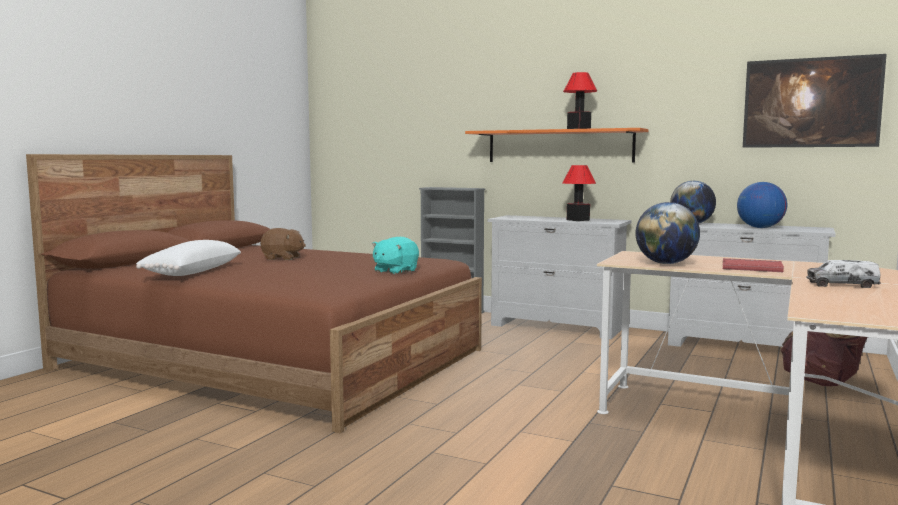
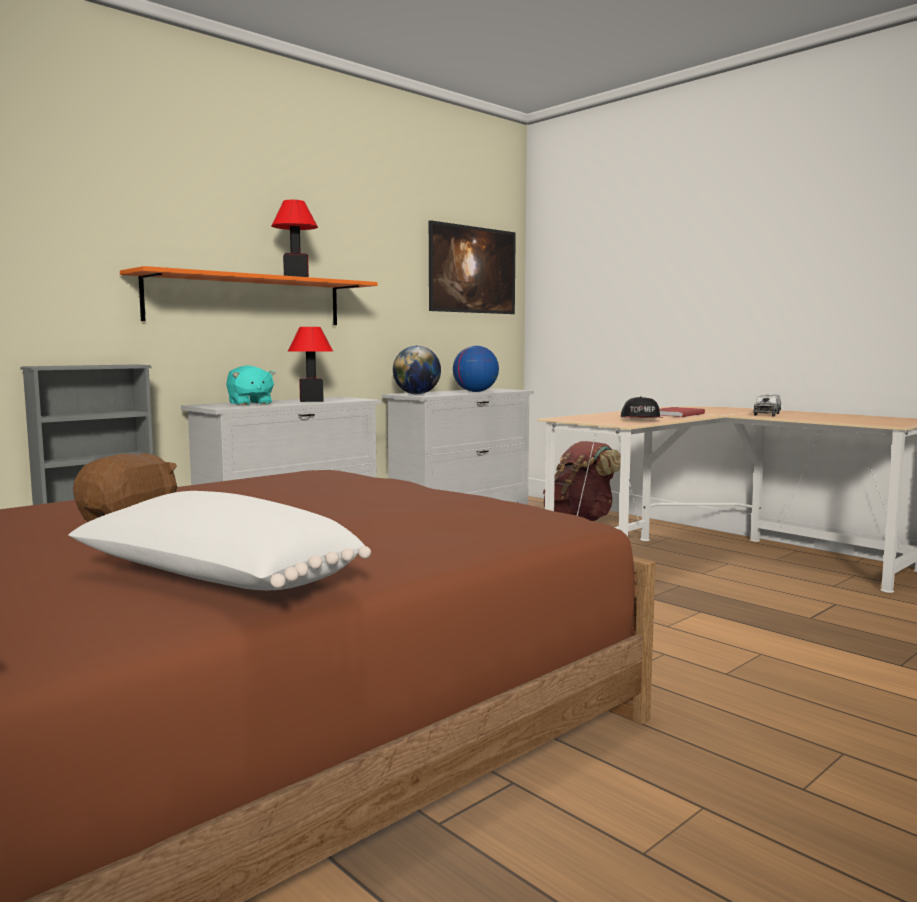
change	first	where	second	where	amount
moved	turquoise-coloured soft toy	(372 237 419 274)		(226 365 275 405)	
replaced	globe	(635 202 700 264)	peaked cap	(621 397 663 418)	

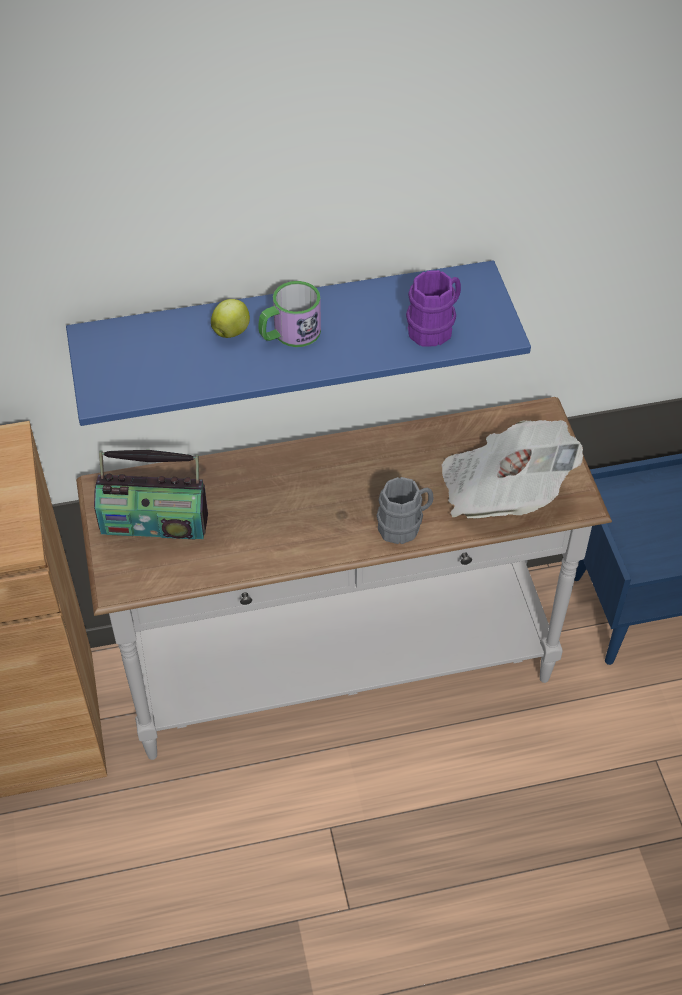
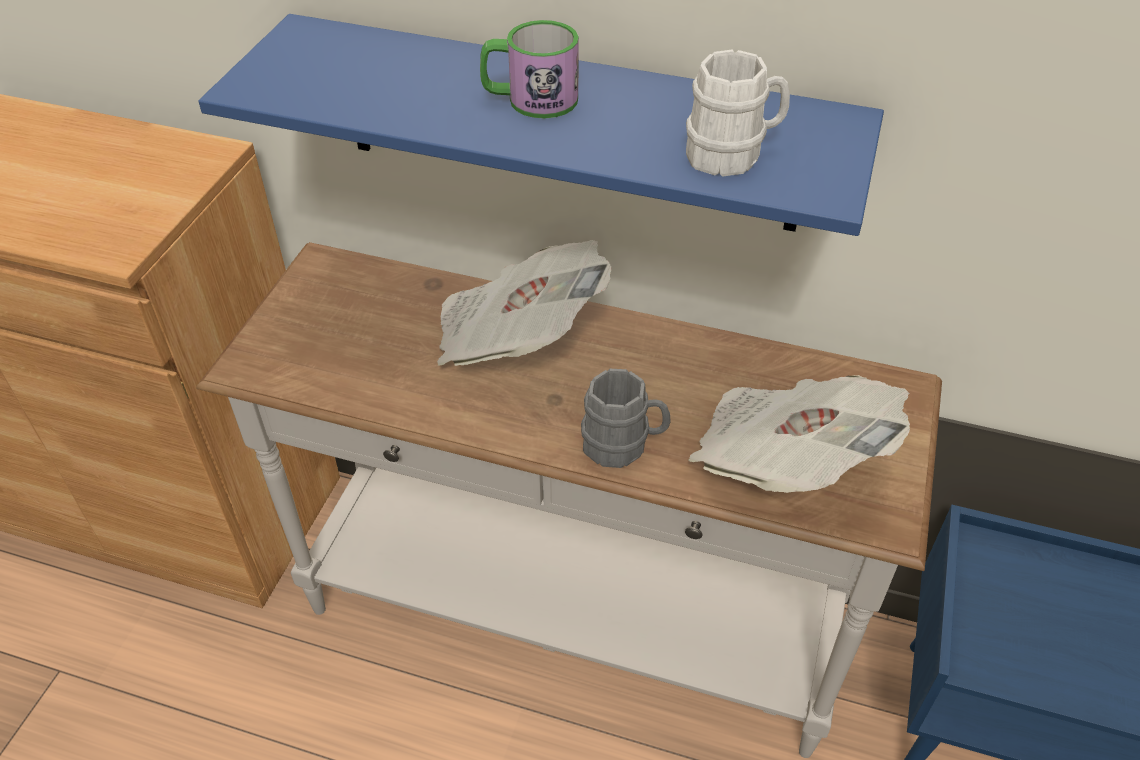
change	first	where	second	where	amount
removed	radio	(94 450 208 539)			
removed	apple fruit	(211 299 250 338)			
added			daily paper	(437 240 611 366)	
recoloured	purple mug	(406 270 461 346)	white-coloured mug	(686 50 790 177)	

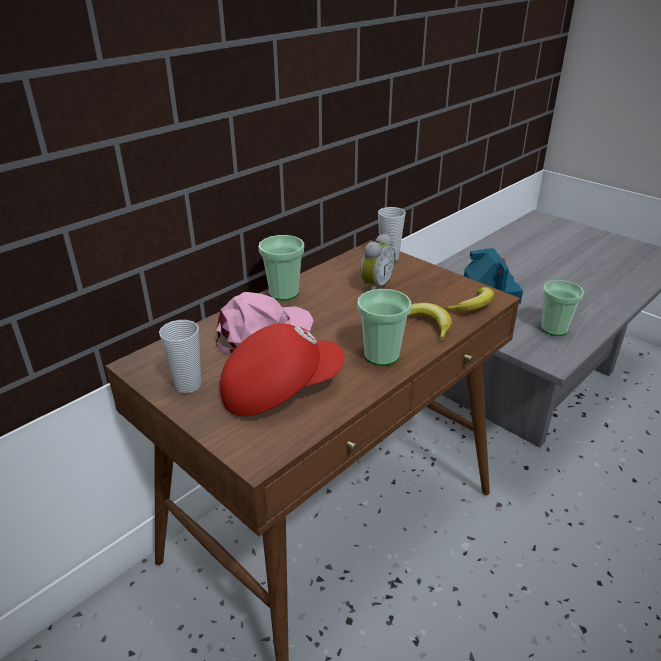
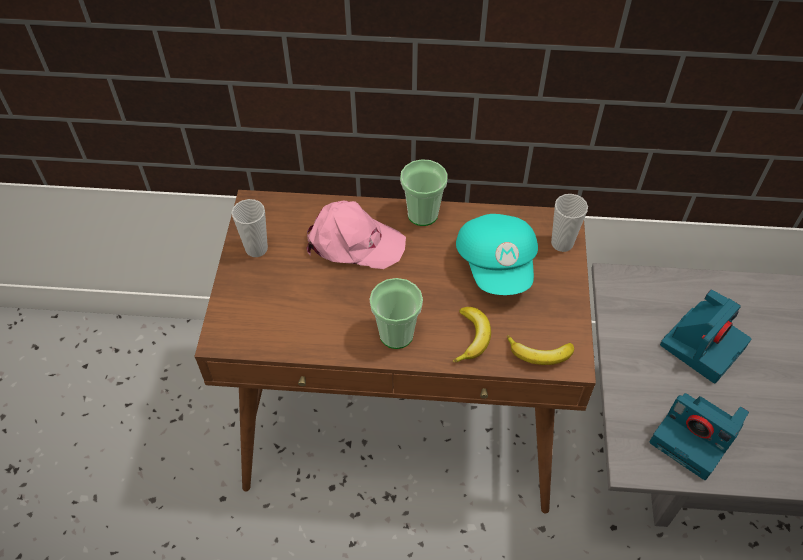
change	first	where	second	where	amount
removed	red-coloured peaked cap	(220 323 344 416)			
replaced	table clock	(360 233 396 290)	turquoise-coloured peaked cap	(456 214 538 295)	
replaced	cup	(541 280 584 336)	still camera	(650 393 749 480)	

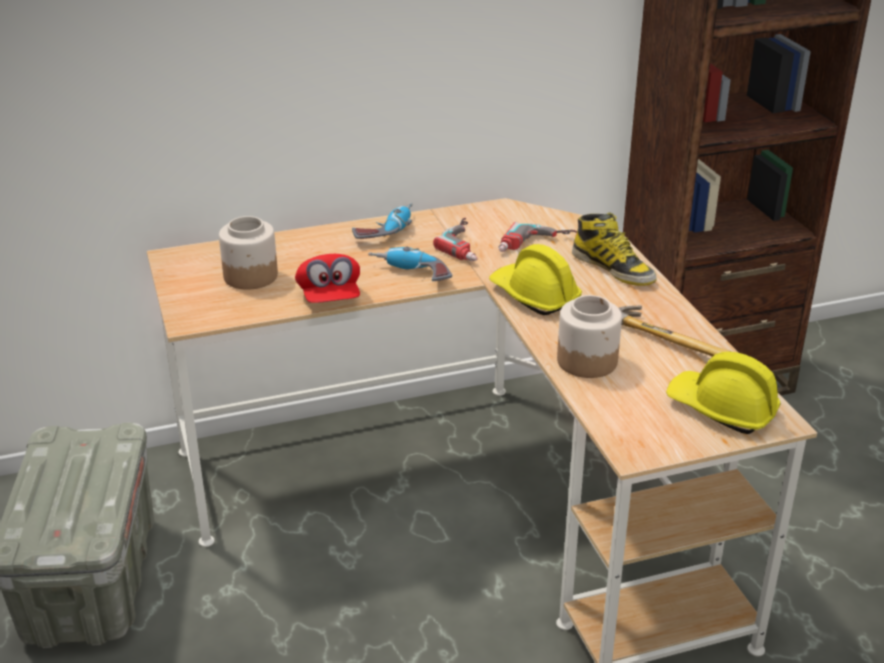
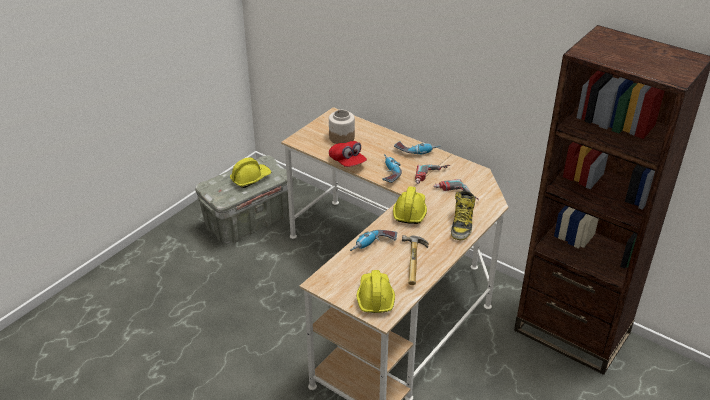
change	first	where	second	where	amount
added			yellow-coloured work helmet	(230 158 271 188)	
replaced	preserve jar	(557 295 622 378)	power drill	(350 230 397 251)	
turned	red-coloured peaked cap	(295 254 360 303)		(329 141 367 167)	75 degrees counterclockwise

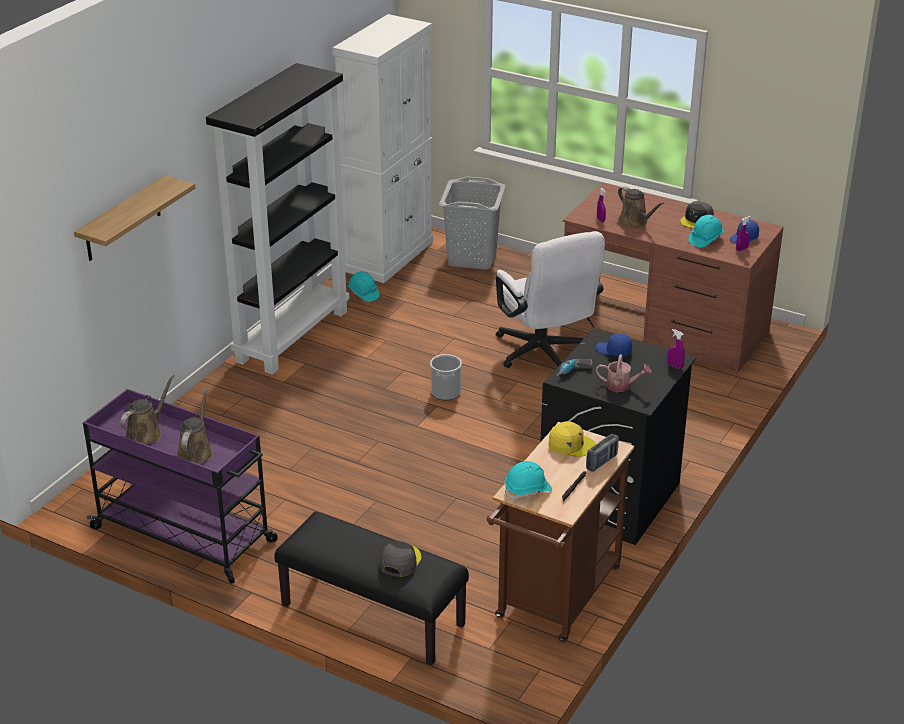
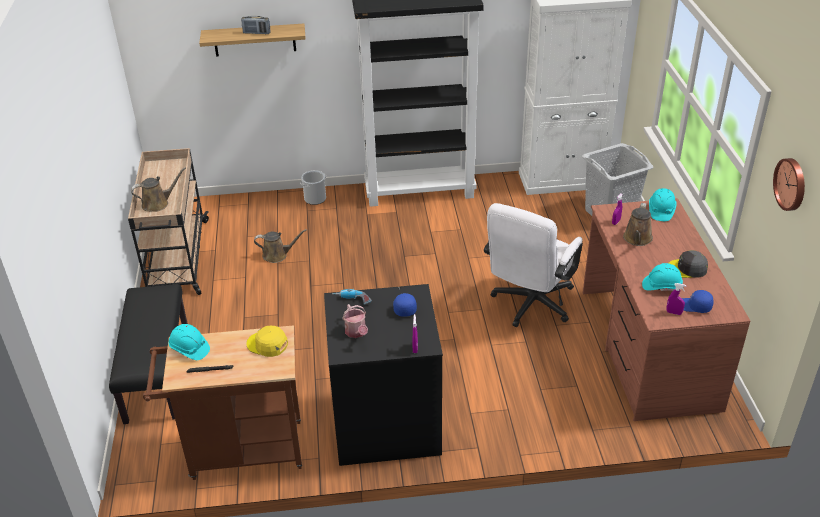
change	first	where	second	where	amount
removed	greyish peaked cap	(380 541 421 577)			
added			wall clock	(773 158 805 211)	
moved	brown sprinkling can	(120 374 175 445)		(254 229 307 263)	
moved	turquoise-coloured work helmet	(348 271 379 302)		(649 188 677 221)	
moved	pail	(430 354 462 400)		(300 170 326 205)	
moved	radio	(586 434 619 472)		(241 16 271 34)	
recoloured	purple cart	(83 389 278 584)	beige-coloured cart	(128 148 209 295)	
turned	yellow-coloured peaked cap	(548 421 596 457)		(246 326 288 357)	135 degrees clockwise

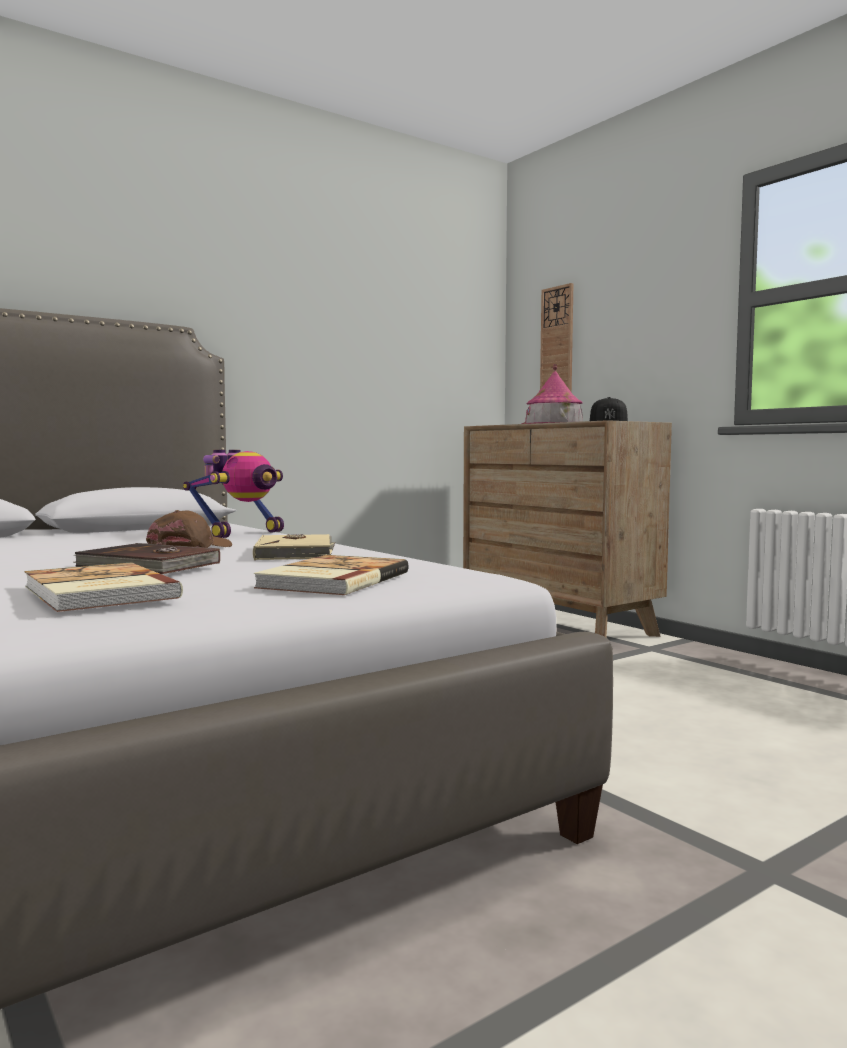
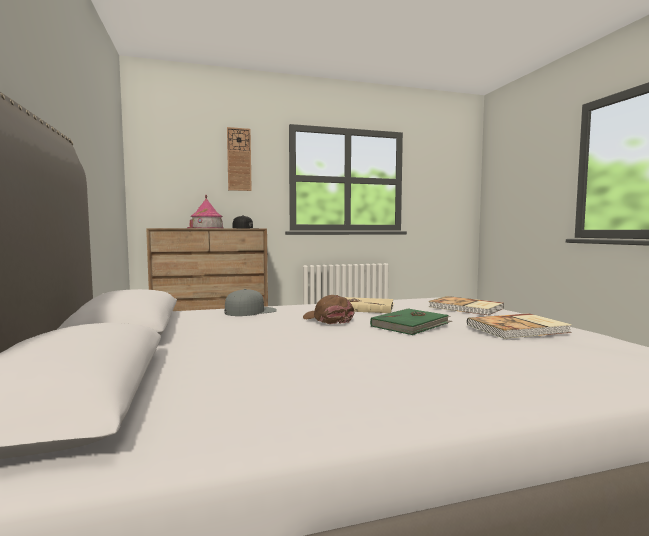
change	first	where	second	where	amount
moved	wall clock	(540 283 573 393)		(227 127 252 191)	
replaced	robot figure	(183 450 284 538)	greyish peaked cap	(224 289 277 316)	
recoloured	brown bound book	(73 543 220 574)	green-coloured bound book	(370 308 452 335)	

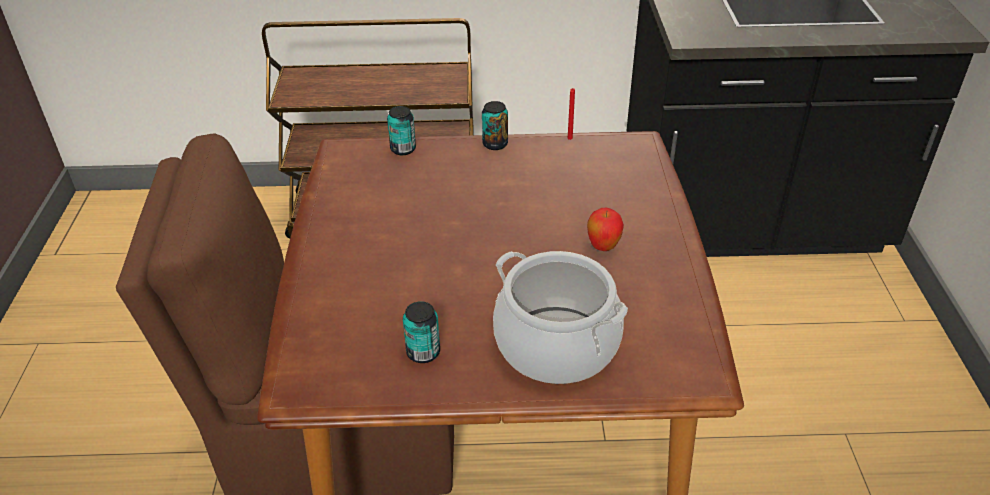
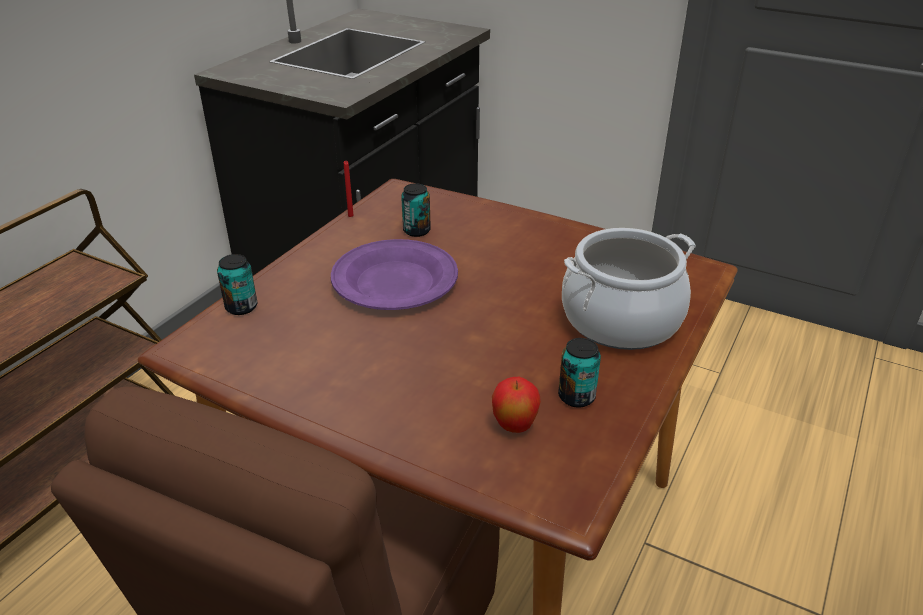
change	first	where	second	where	amount
added			purple plate	(331 239 458 310)	
moved	can	(482 101 508 150)		(401 183 431 237)	
moved	apple fruit	(587 208 624 251)		(492 377 541 433)	

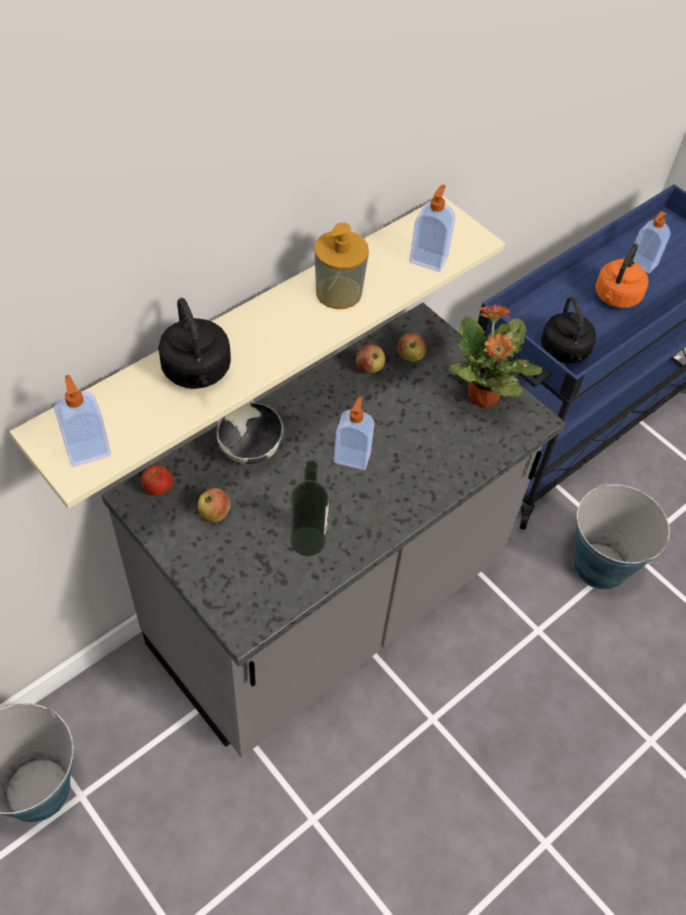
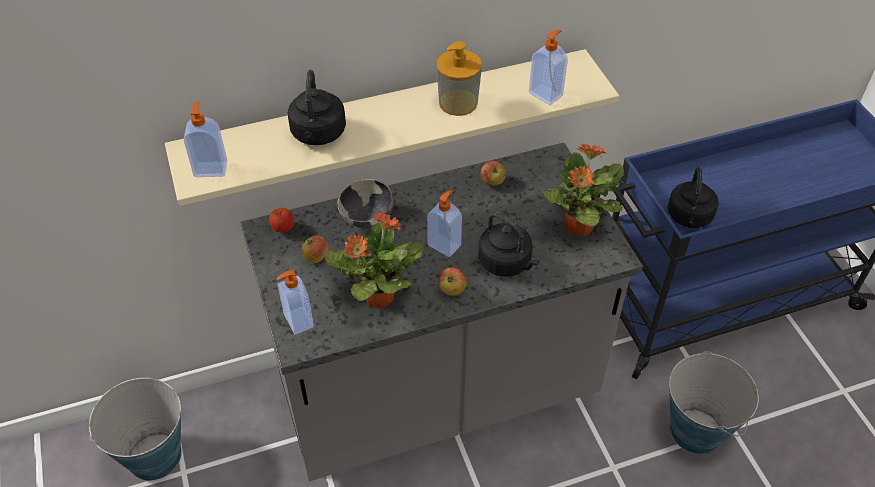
change	first	where	second	where	amount
removed	orange water kettle	(595 244 649 308)			
added			blackish water kettle	(478 213 539 277)	
moved	apple fruit	(398 333 427 362)		(438 267 467 296)	
moved	liquid soap bottle	(633 211 671 273)		(277 270 314 335)	
replaced	drink bottle	(290 460 329 556)	plant in a pot	(324 212 424 308)	

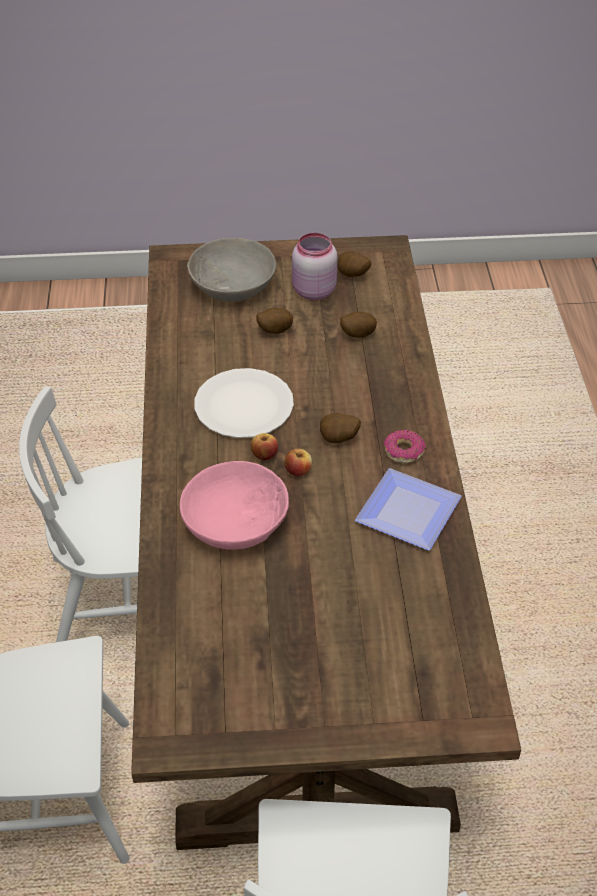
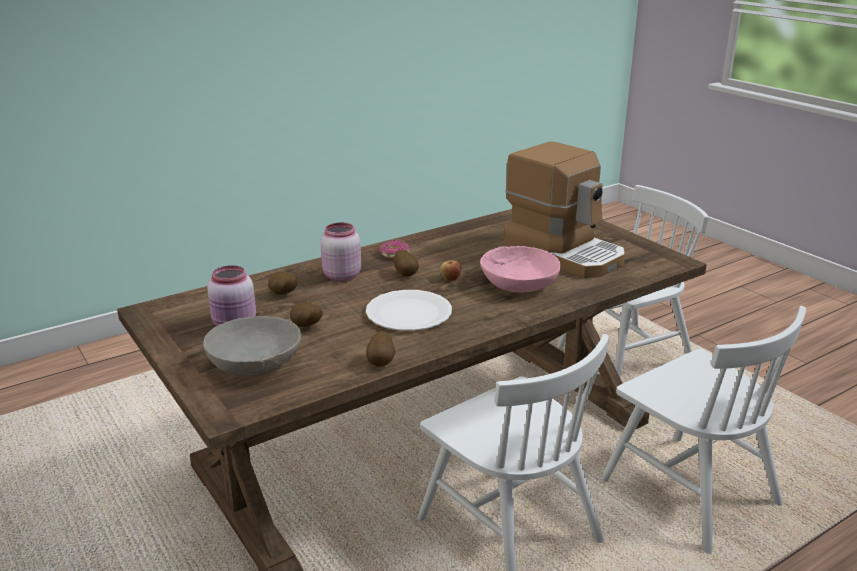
change	first	where	second	where	amount
removed	apple fruit	(250 433 278 461)			
removed	plate	(355 468 462 551)			
added			pink-coloured preserve jar	(320 222 361 282)	
added			coffee maker	(504 141 625 278)	
moved	potato	(337 251 371 277)		(366 331 395 366)	

